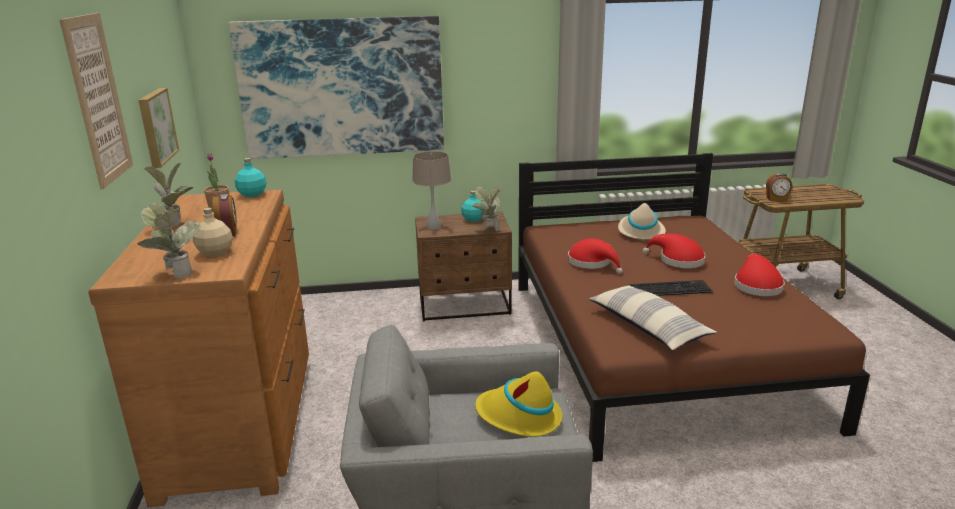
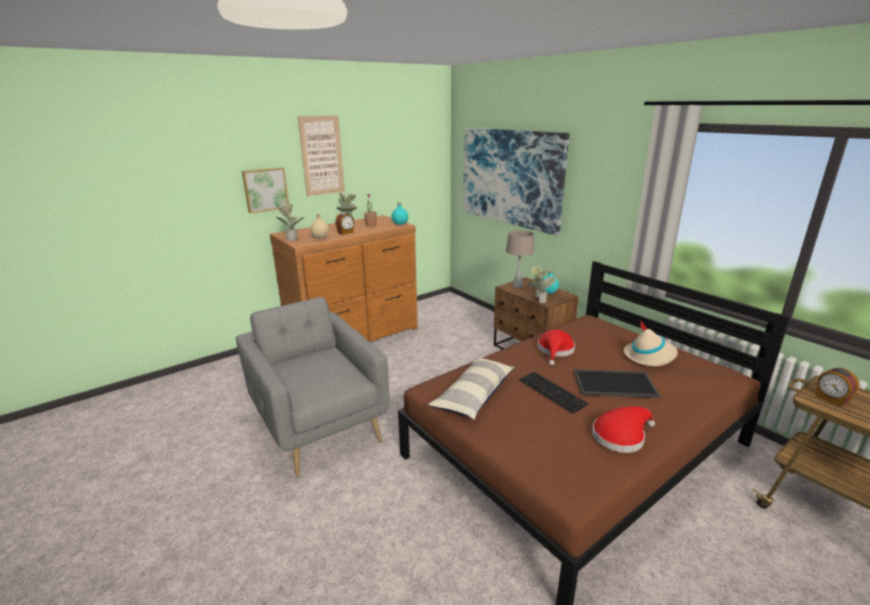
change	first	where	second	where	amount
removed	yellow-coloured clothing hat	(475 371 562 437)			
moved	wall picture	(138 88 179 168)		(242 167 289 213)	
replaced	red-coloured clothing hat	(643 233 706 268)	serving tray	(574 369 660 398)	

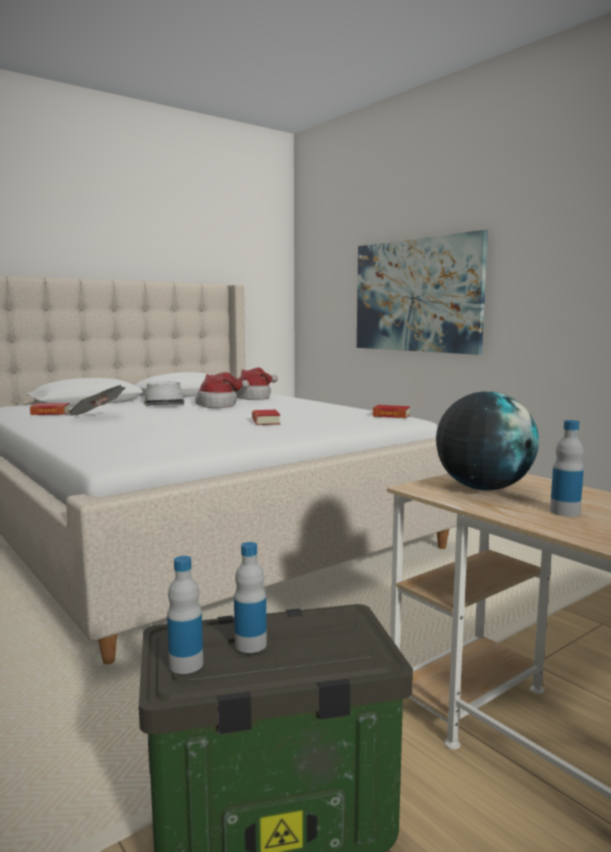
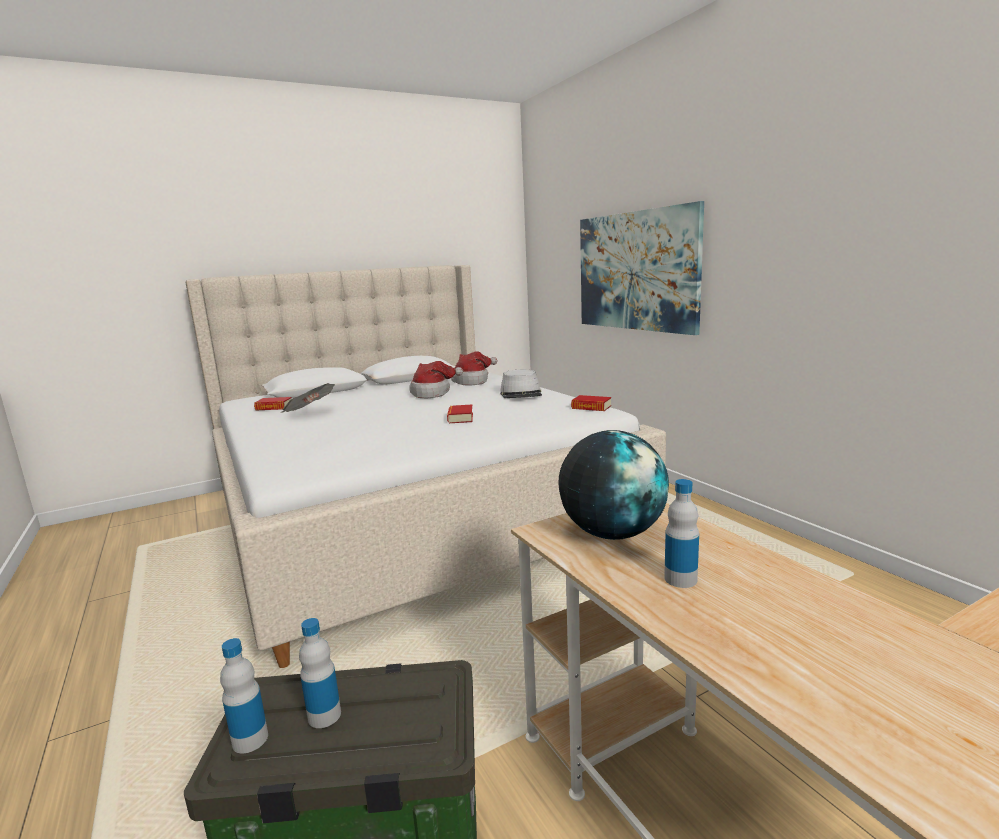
change	first	where	second	where	amount
moved	greyish clothing hat	(144 382 185 406)		(500 370 542 398)	

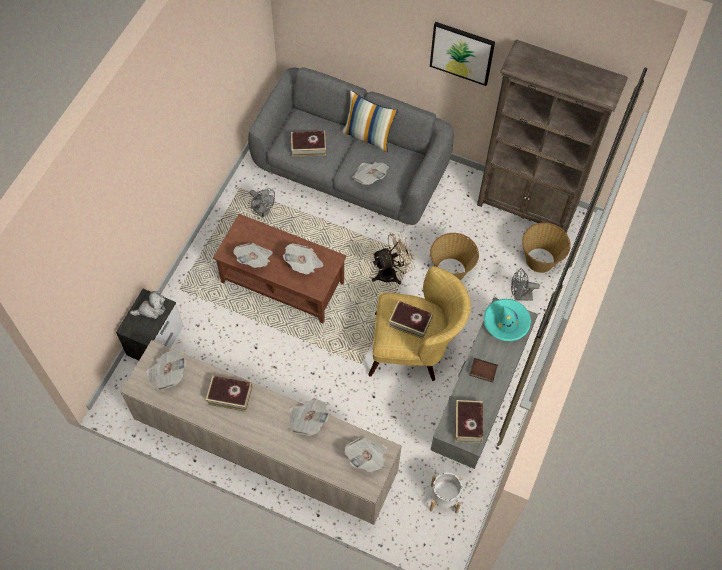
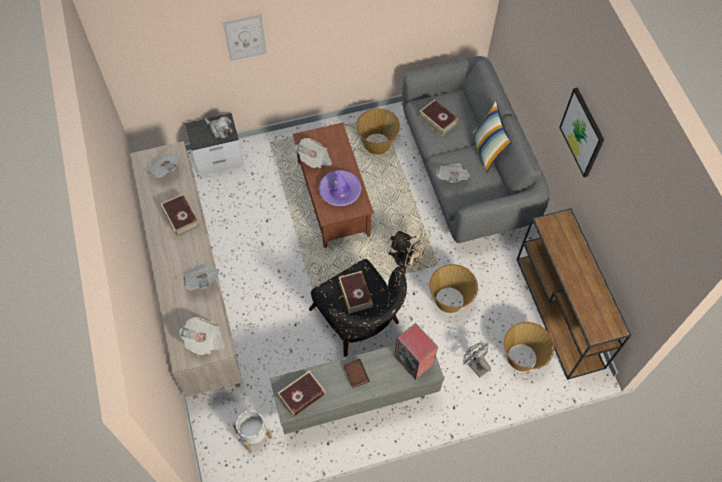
change	first	where	second	where	amount
added			wall picture	(223 14 267 61)	
replaced	greyish cooling fan	(250 188 275 218)	household basket	(356 108 400 155)	
replaced	daily paper	(283 243 324 275)	purple clothing hat	(319 170 362 206)	
replaced	brown bookcase	(477 40 628 235)	brown narrow table	(516 208 632 380)	
replaced	turquoise-coloured clothing hat	(483 299 531 341)	speaker	(394 323 438 380)	
recoloured	yellow-coloured armchair	(368 266 471 381)	blackish armchair	(309 259 407 357)	

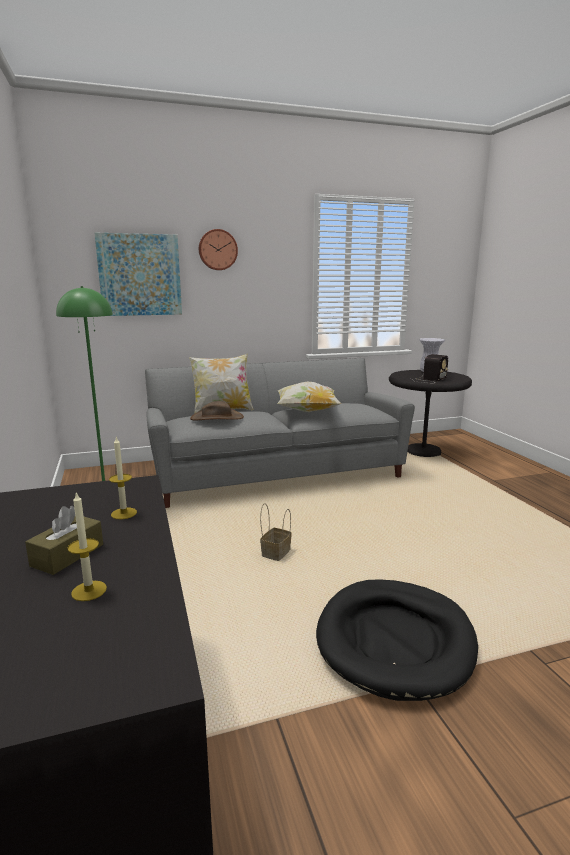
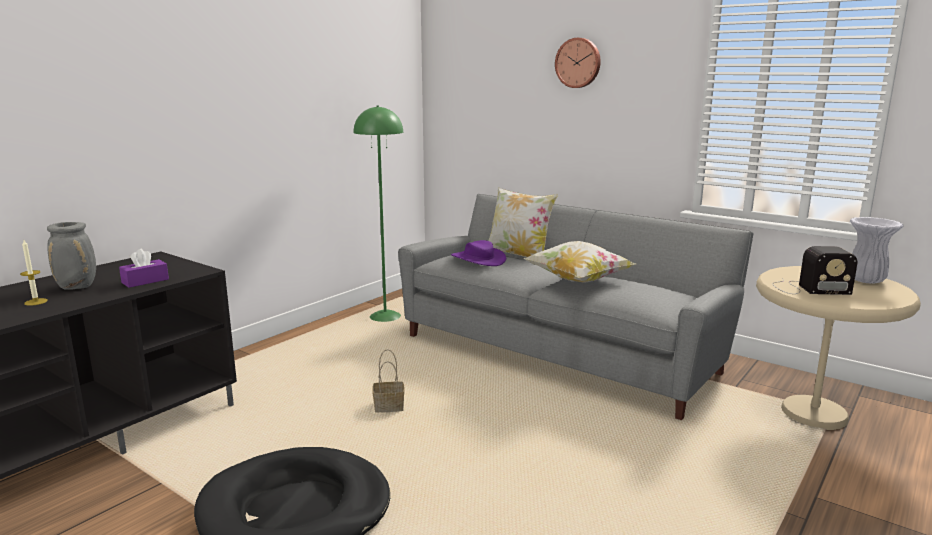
change	first	where	second	where	amount
removed	wall picture	(95 233 182 316)			
replaced	brown box of tissues	(25 506 103 575)	greyish flower vase	(47 222 96 290)	
replaced	wax light	(109 437 137 519)	purple box of tissues	(119 249 169 288)	
recoloured	brown clothing hat	(190 401 244 420)	purple clothing hat	(451 240 506 266)	
recoloured	blackish side table	(389 370 472 457)	beige-coloured side table	(756 266 921 430)	

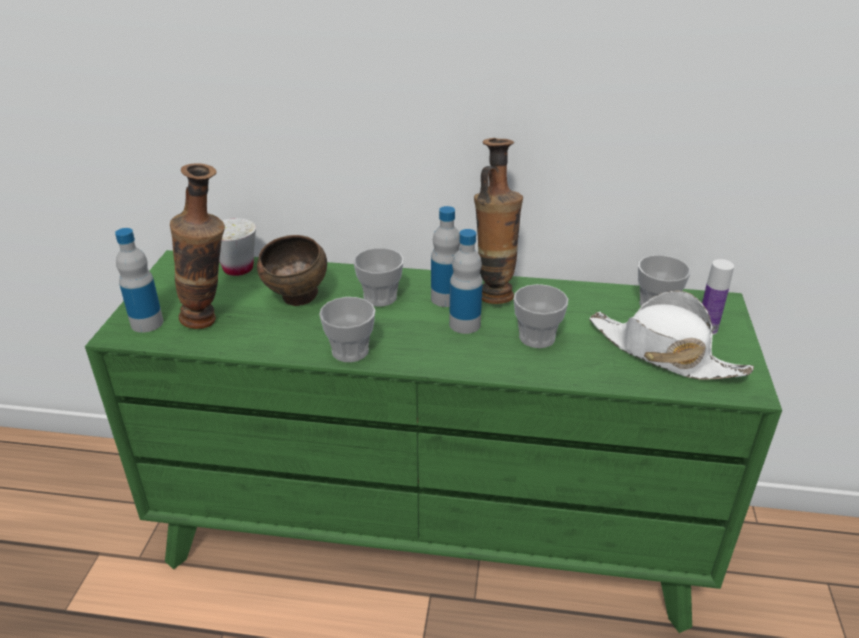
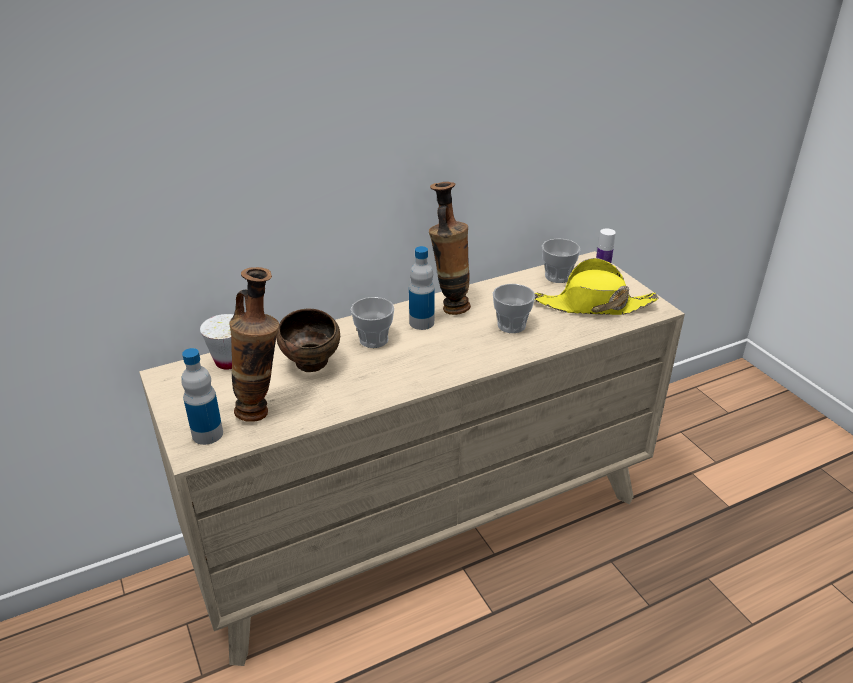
change	first	where	second	where	amount
removed	cup	(319 297 375 362)			
removed	drink bottle	(449 229 483 334)			
recoloured	green-coloured drawer chest	(85 250 782 633)	beige-coloured drawer chest	(139 251 685 666)	
recoloured	white-coloured clothing hat	(589 290 754 380)	yellow-coloured clothing hat	(534 258 659 315)	

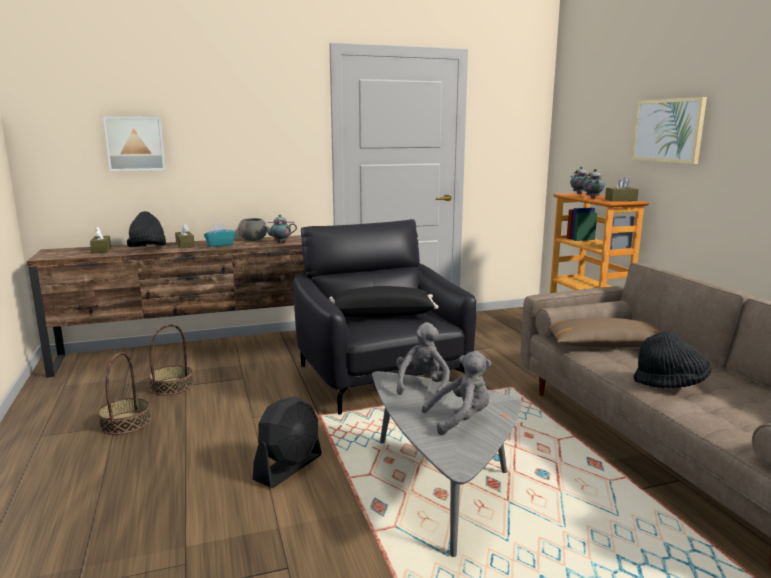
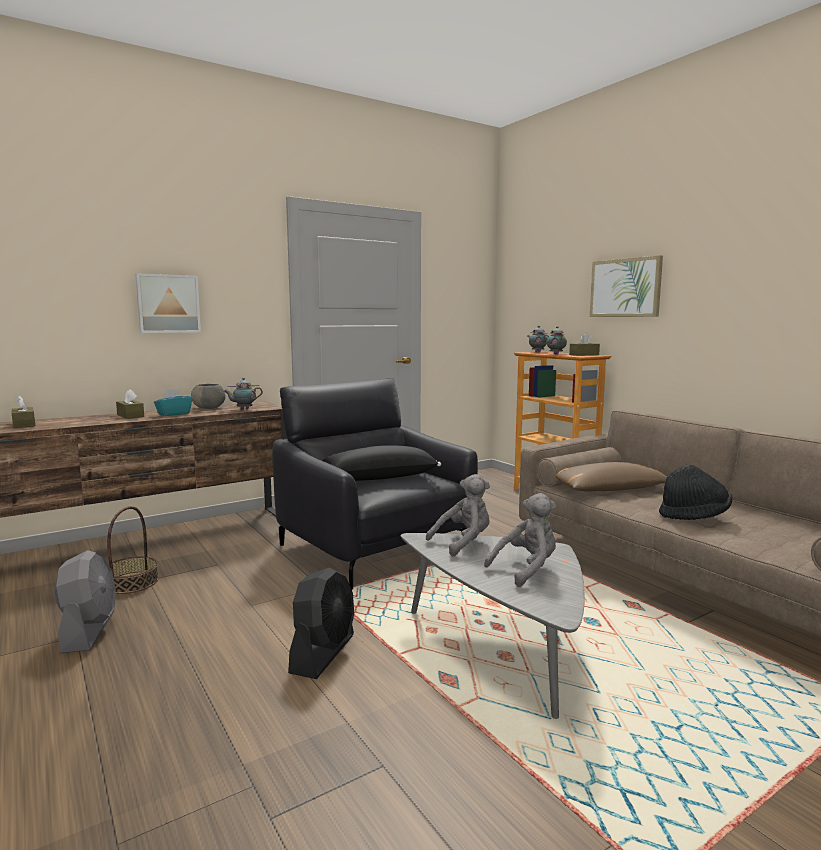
change	first	where	second	where	amount
removed	blackish clothing hat	(127 211 166 247)			
moved	wall picture	(103 117 166 171)		(135 274 201 333)	
replaced	household basket	(97 352 151 435)	greyish cooling fan	(54 550 116 653)	
turned	greyish soft toy	(396 322 450 400)		(426 474 490 557)	60 degrees clockwise

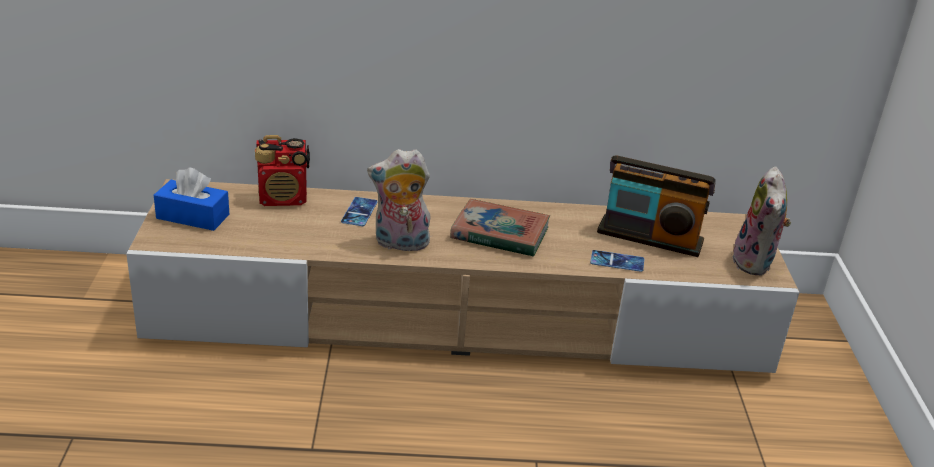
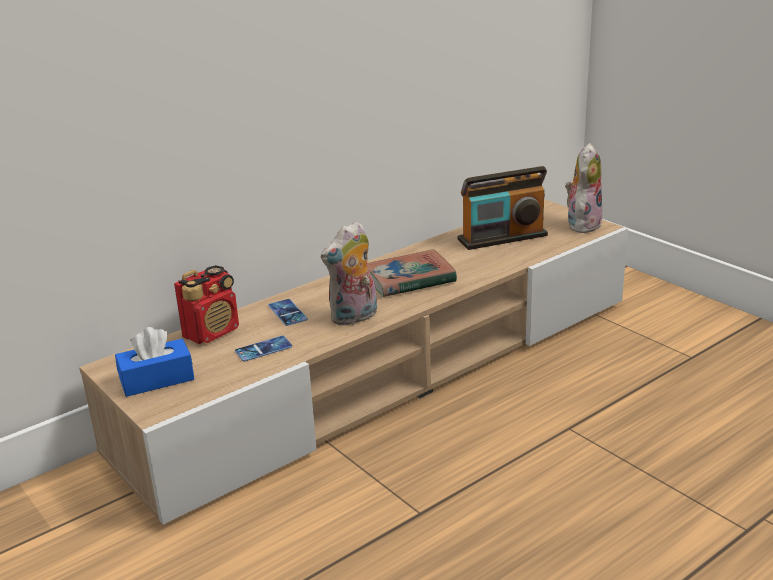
change	first	where	second	where	amount
moved	phone	(590 250 644 272)		(235 336 292 362)	
turned	soft toy	(732 166 791 276)		(565 143 602 233)	120 degrees counterclockwise

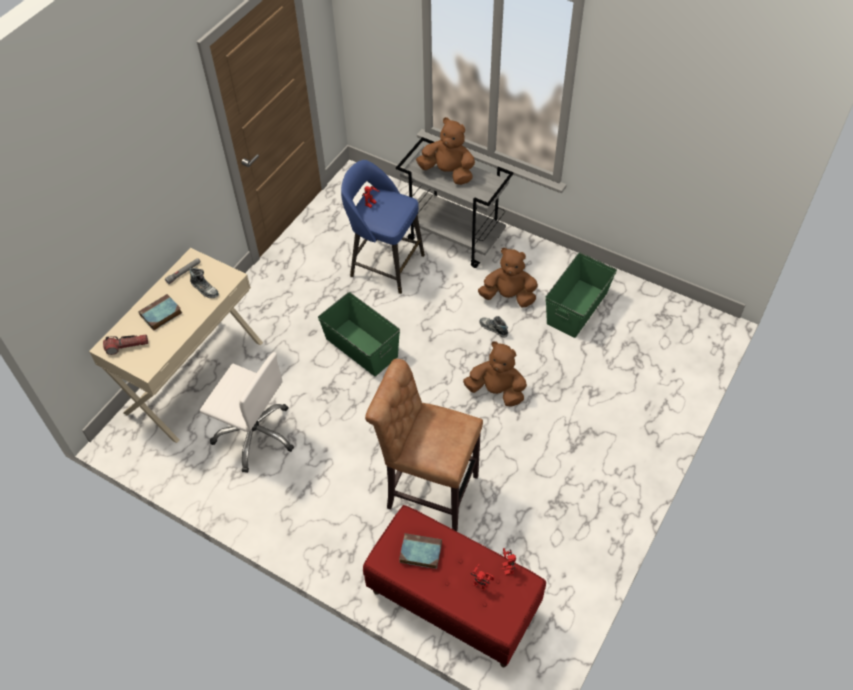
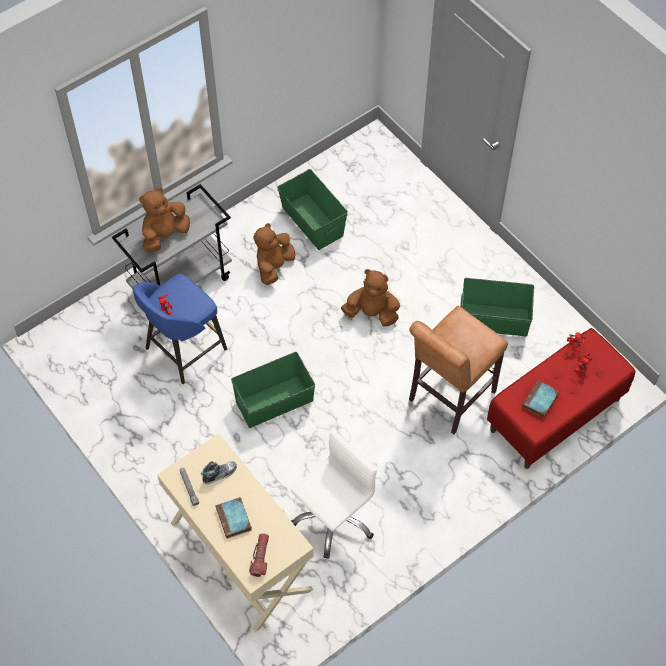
change	first	where	second	where	amount
removed	low shoe	(479 316 508 337)			
added			green-coloured storage bin	(460 278 534 336)	
turned	brown soft toy	(463 341 527 406)		(341 269 400 326)	60 degrees clockwise

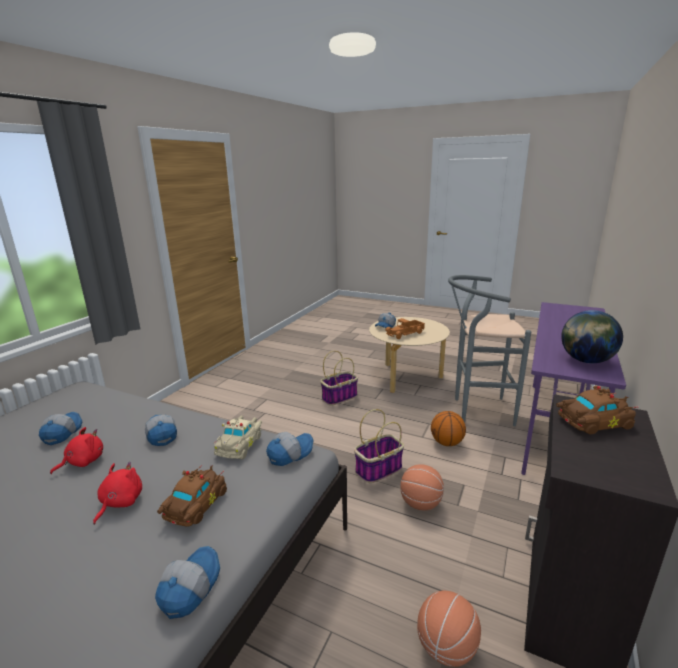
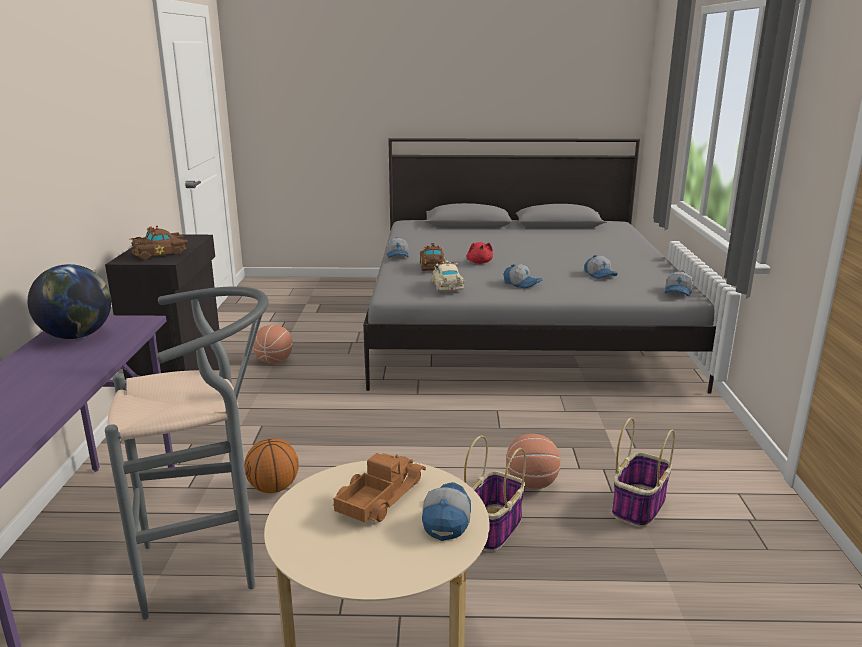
change	first	where	second	where	amount
removed	red-coloured soft toy	(50 427 103 474)			
moved	peaked cap	(266 432 313 466)		(665 270 693 296)	
moved	household basket	(354 409 404 483)		(612 418 675 528)	
moved	basketball	(400 464 444 511)		(506 434 560 490)	

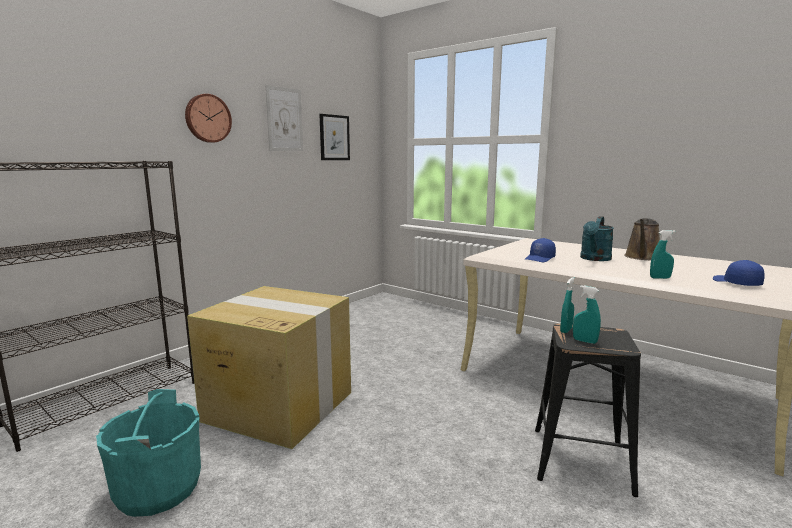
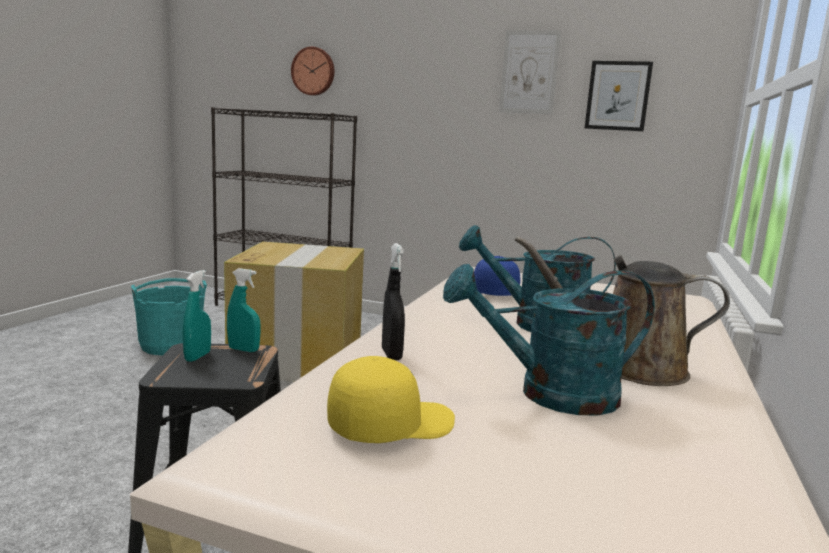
change	first	where	second	where	amount
added			turquoise-coloured sprinkling can	(443 264 655 415)	
moved	wall clock	(185 94 232 143)		(291 47 334 96)	
recoloured	turquoise-coloured sprayer	(650 230 675 279)	blackish sprayer	(382 243 405 360)	
recoloured	blue peaked cap	(713 260 765 286)	yellow-coloured peaked cap	(327 356 455 443)	

